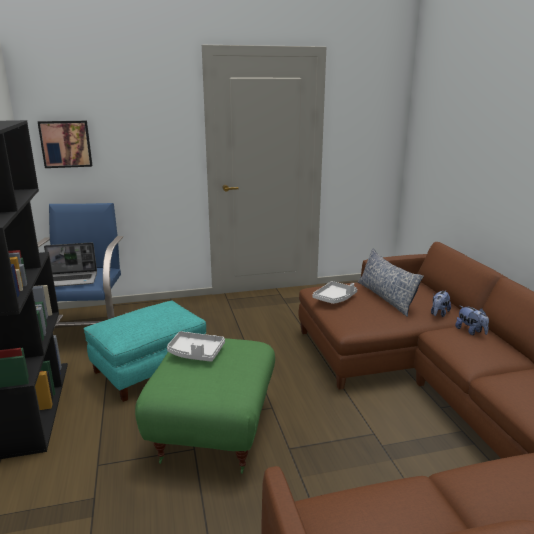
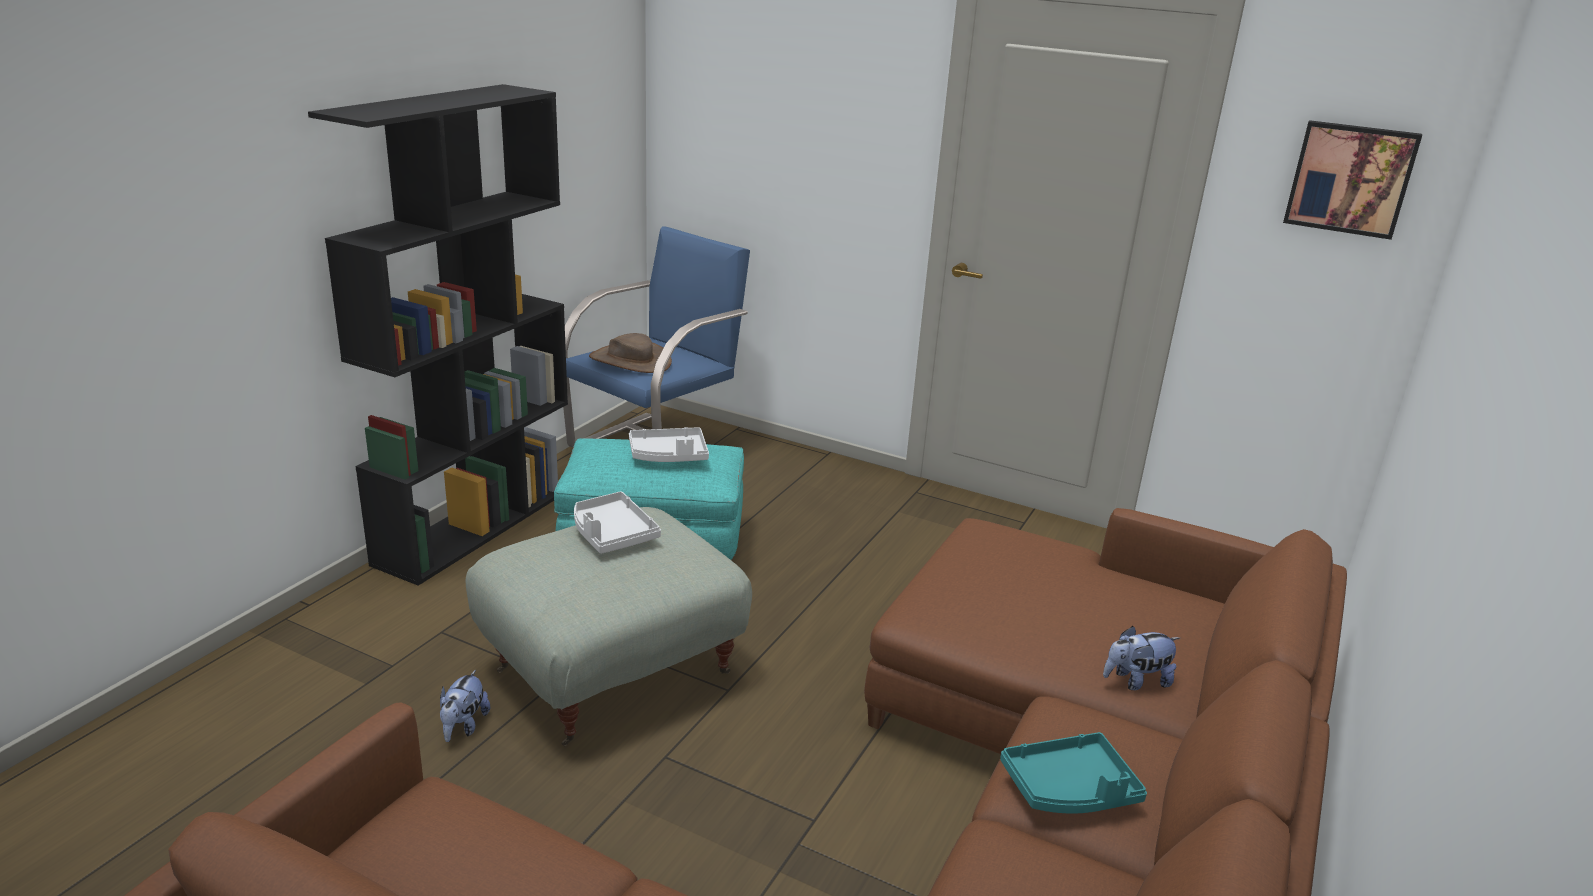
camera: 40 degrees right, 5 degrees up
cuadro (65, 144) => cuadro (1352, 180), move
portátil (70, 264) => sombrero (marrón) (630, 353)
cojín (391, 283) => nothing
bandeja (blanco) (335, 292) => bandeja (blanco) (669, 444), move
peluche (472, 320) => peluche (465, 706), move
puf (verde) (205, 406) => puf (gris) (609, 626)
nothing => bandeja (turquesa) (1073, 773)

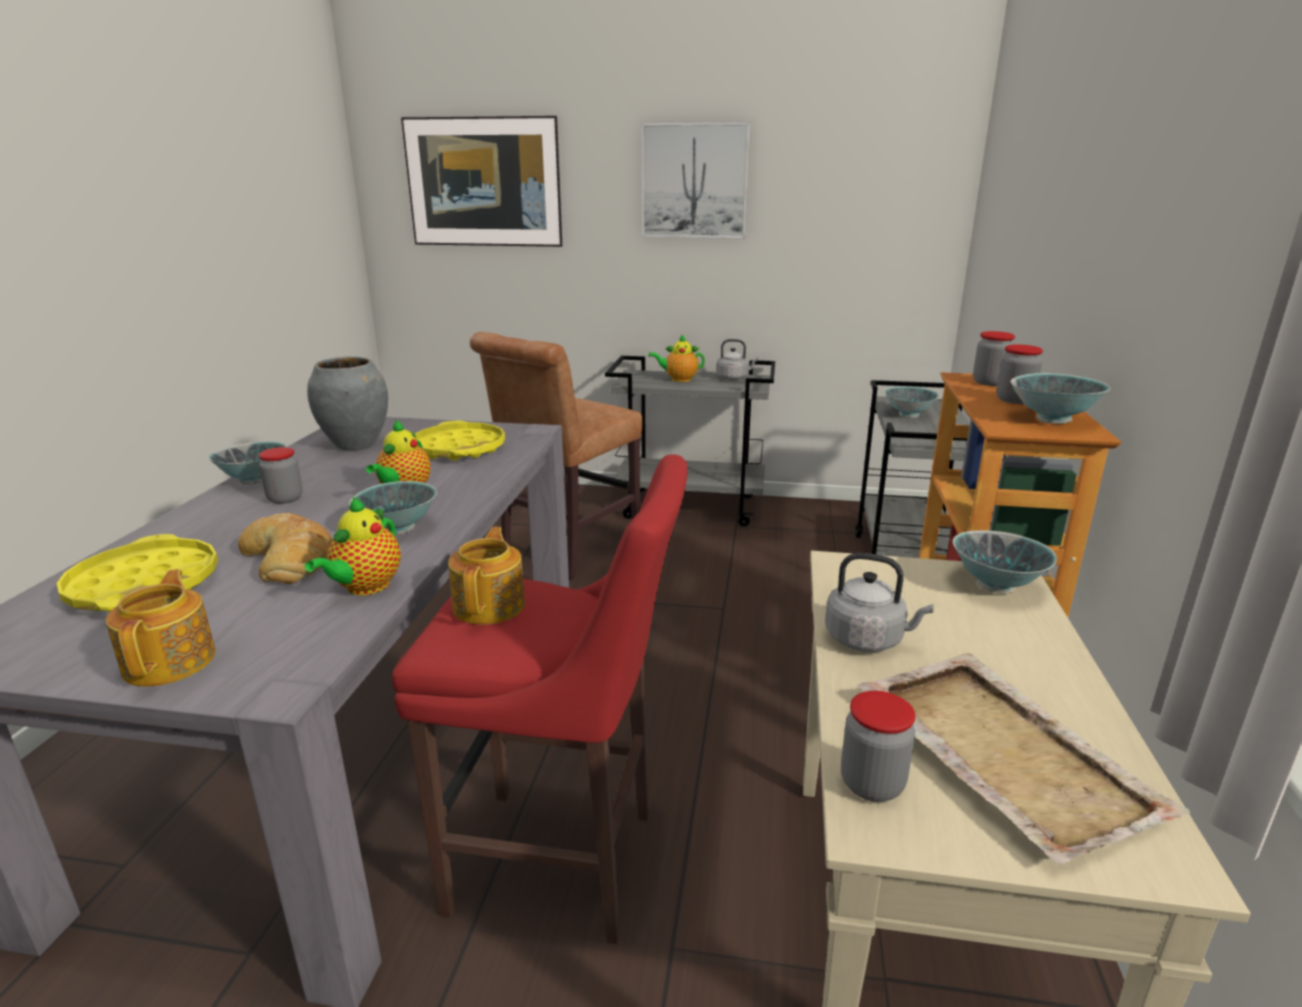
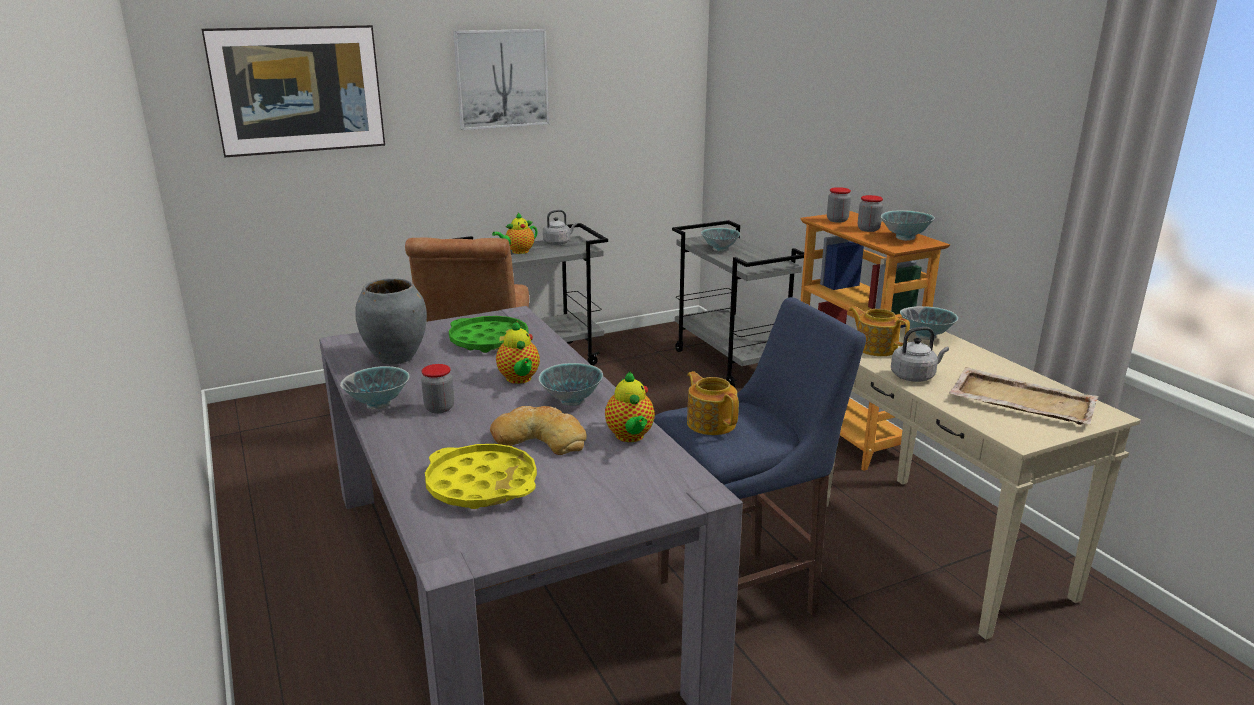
camera: 35 degrees left, 0 degrees up
bandeja (amarillo) (460, 440) => bandeja (verde) (489, 334)
taburete (rojo) (540, 699) => taburete (azul) (760, 456)
tetera (161, 628) => tetera (879, 331), move
tarro (878, 746) => nothing

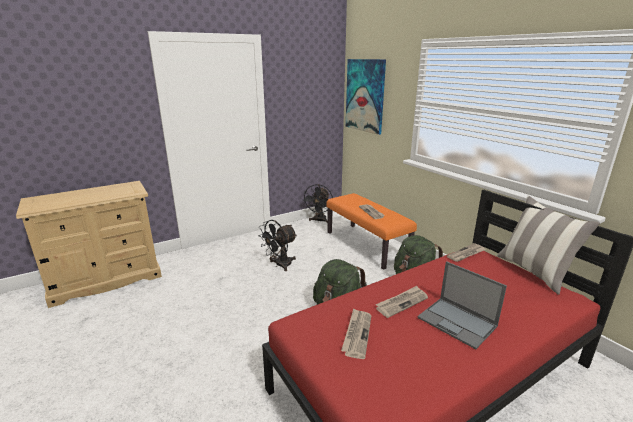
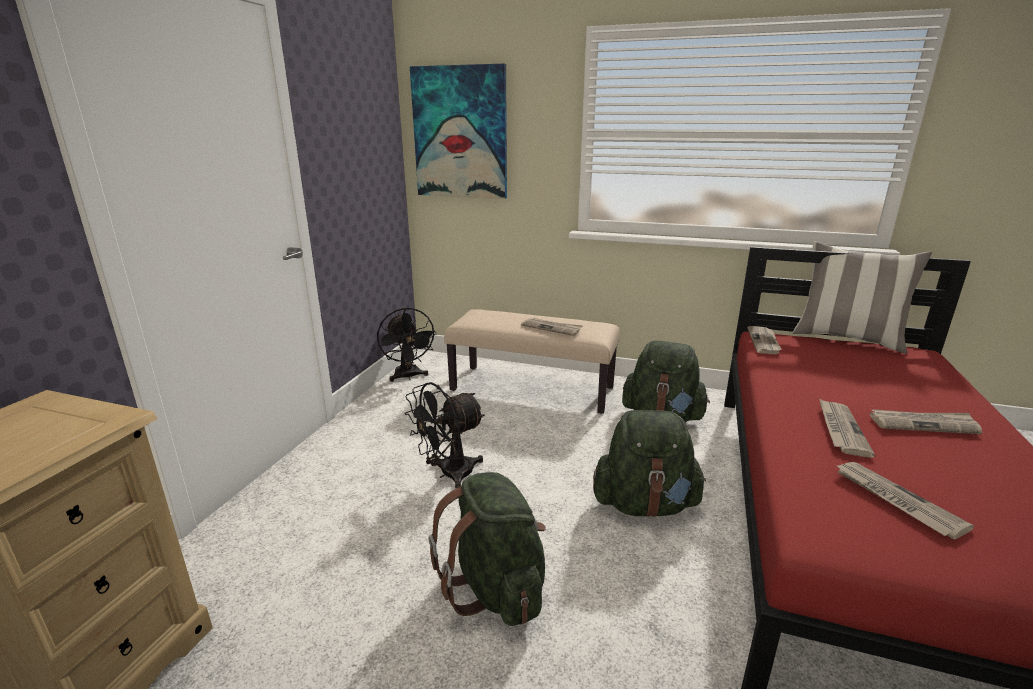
camera: 40 degrees left, 0 degrees up
banco (naranja) (371, 231) => banco (beis) (532, 361)
ventilador (negro) (277, 245) => ventilador (negro) (445, 435), 45 degrees clockwise
portátil (462, 305) => periódico (926, 421)
nothing => mochila (verde) (487, 549)

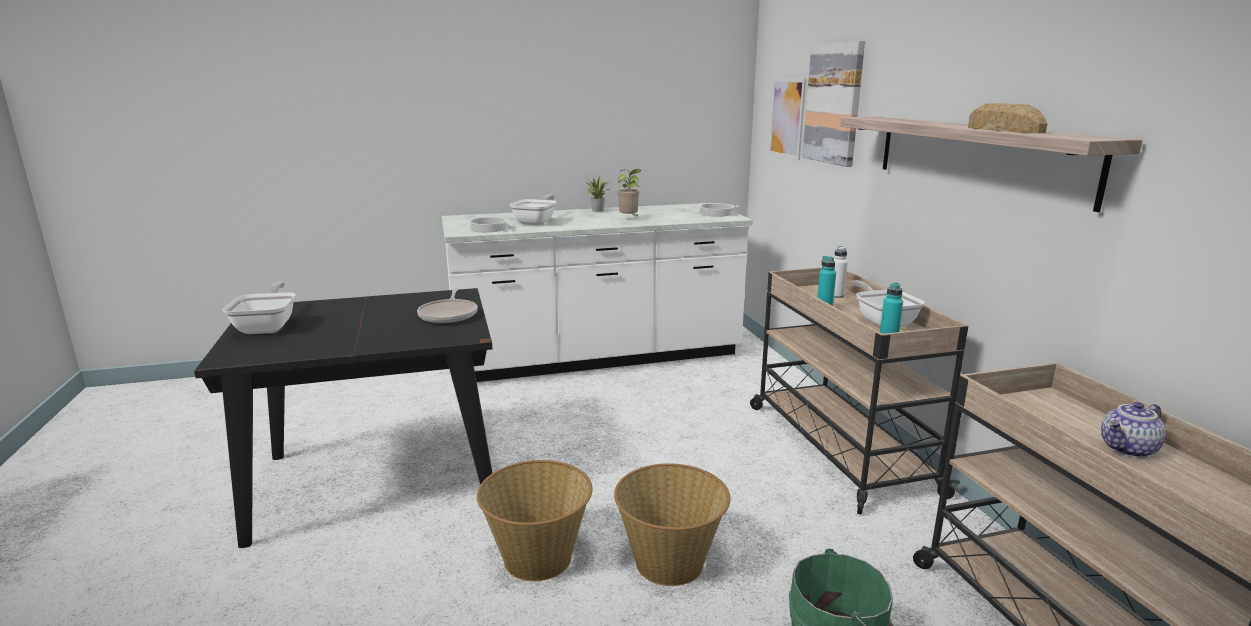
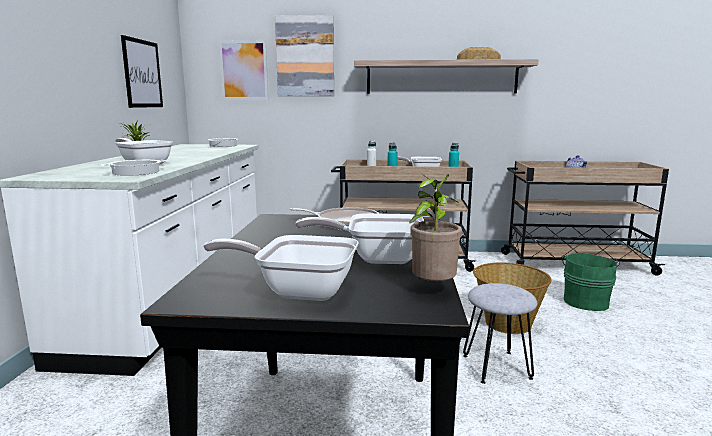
camera: 70 degrees left, 5 degrees down
planta en maceta (629, 192) => planta en maceta (435, 227), move
cesta (535, 520) => taburete (gris) (500, 333)
nothing => cuadro (142, 71)
nothing => sartén (359, 238)

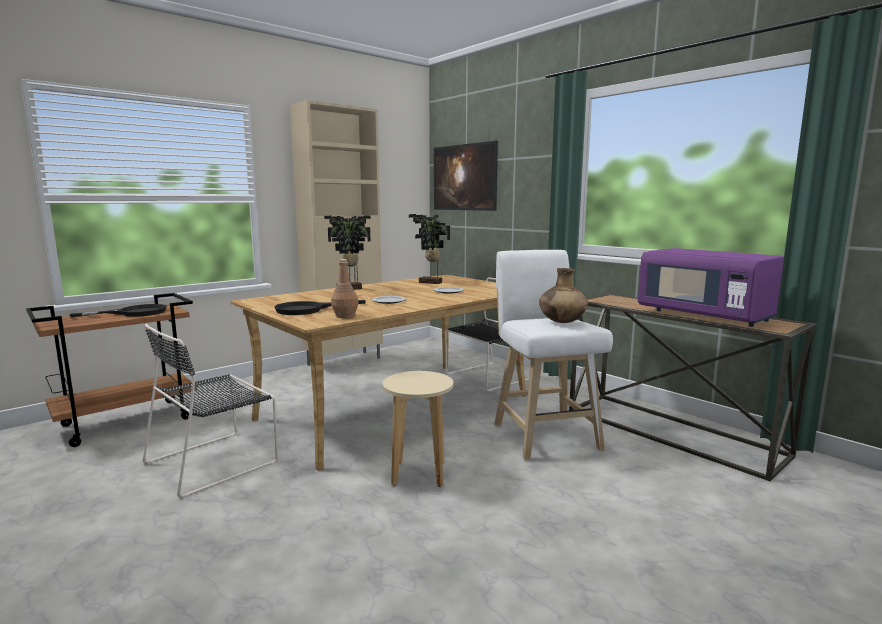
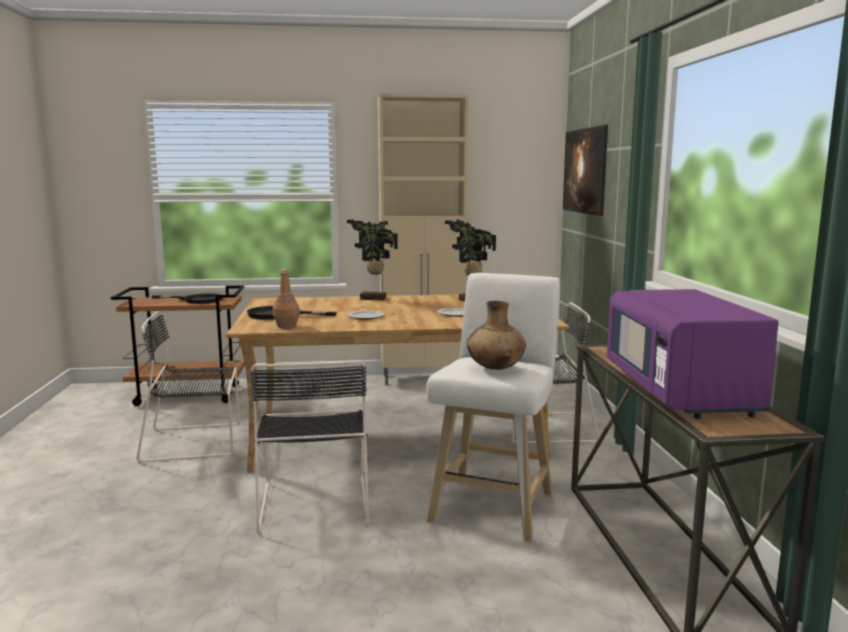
camera: 35 degrees right, 0 degrees up
taburete (beis) (417, 429) => silla (negro) (309, 446)

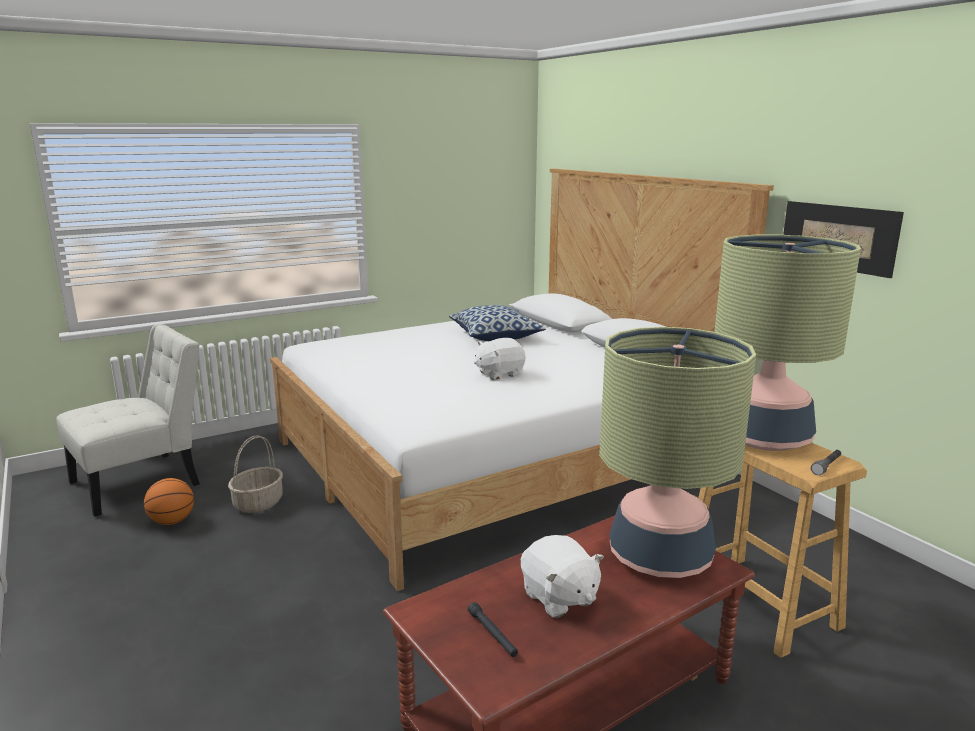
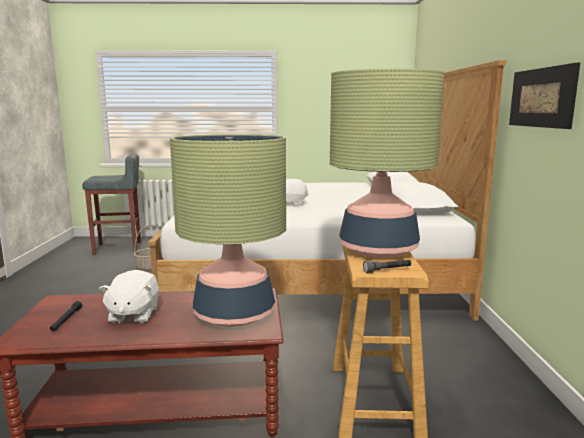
camera: 30 degrees right, 5 degrees down
cojín (497, 323) => nothing
silla (blanco) (128, 420) => taburete (gris) (111, 204)
balón de baloncesto (169, 501) => nothing

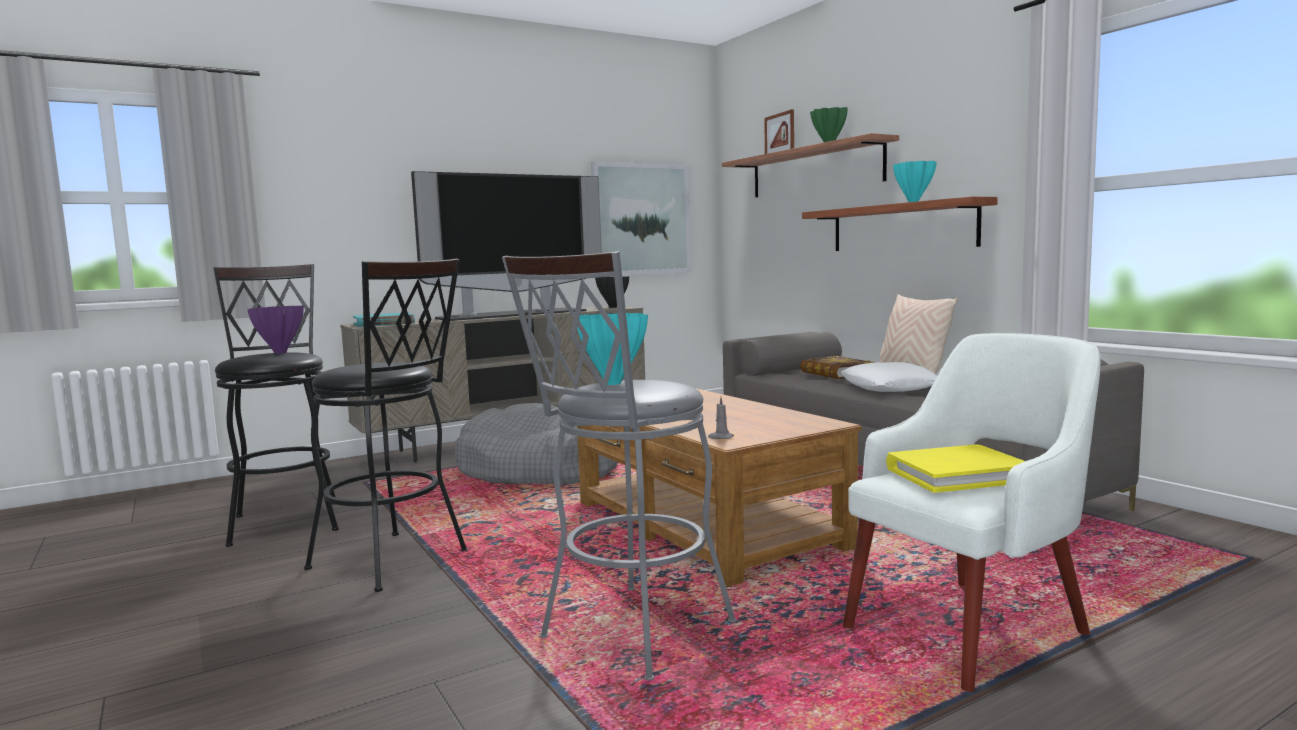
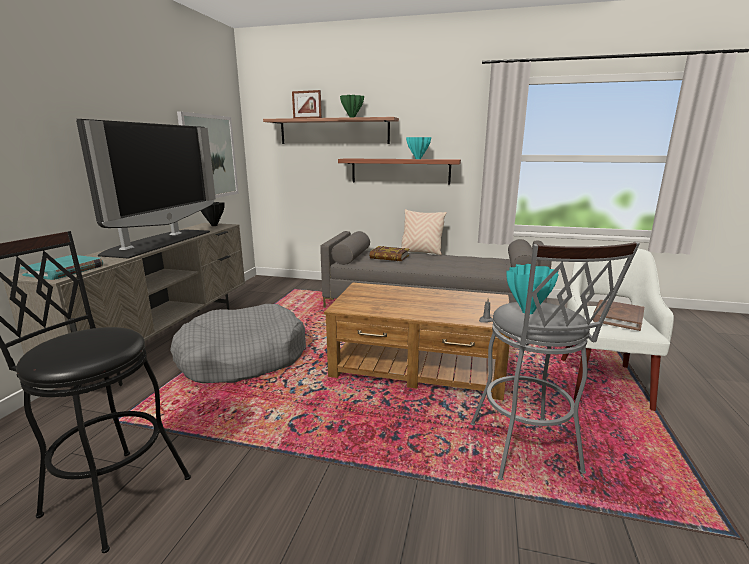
camera: 45 degrees left, 10 degrees up
taburete (negro) (386, 425) => nothing
florero (morado) (275, 330) => nothing
cojín (blanco) (889, 377) => nothing
libro (amarillo) (955, 468) => libro (marrón) (618, 315)

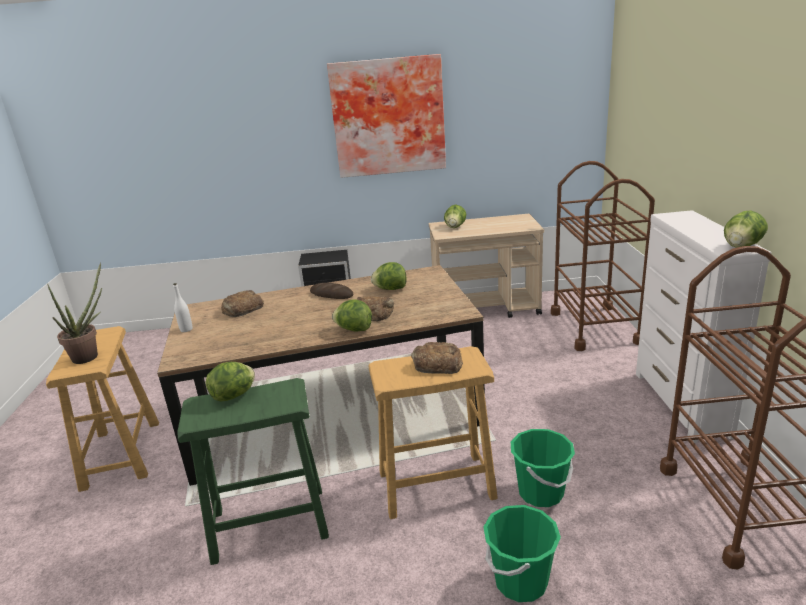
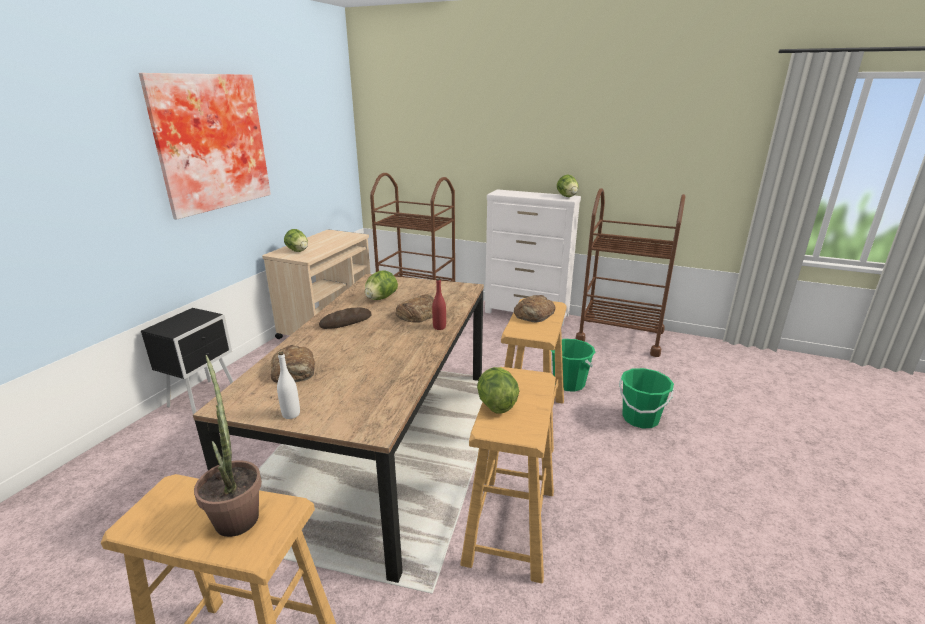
camera: 65 degrees left, 0 degrees up
lechuga (352, 315) => botella (rojo) (439, 304)
taburete (verde) (253, 471) => taburete (beis) (508, 475)

